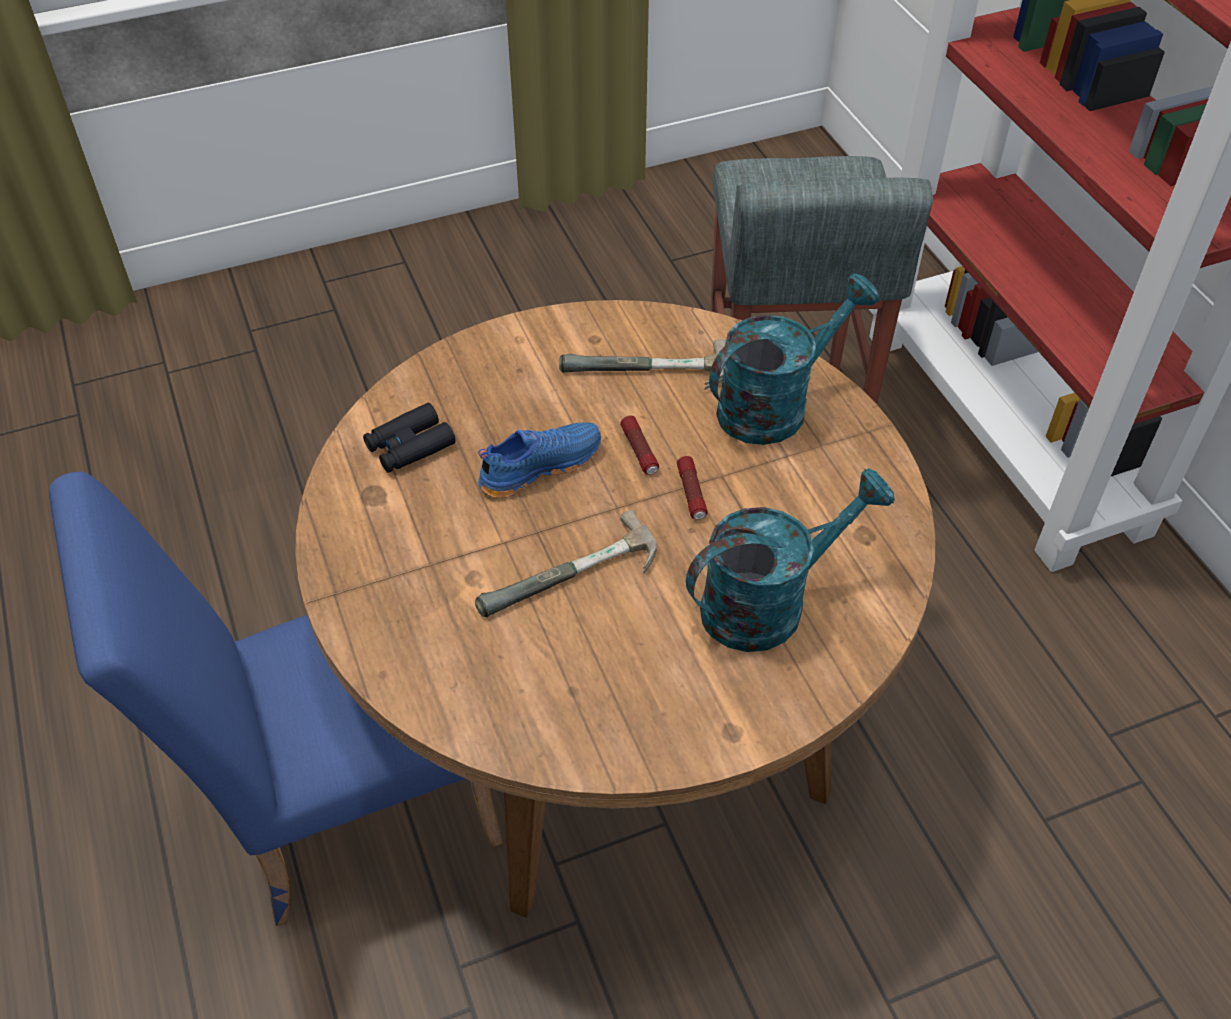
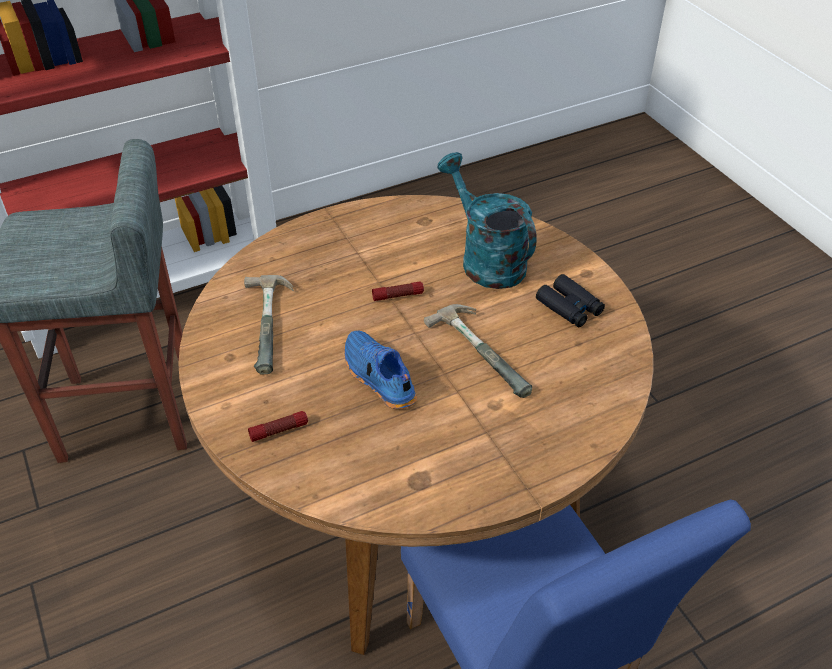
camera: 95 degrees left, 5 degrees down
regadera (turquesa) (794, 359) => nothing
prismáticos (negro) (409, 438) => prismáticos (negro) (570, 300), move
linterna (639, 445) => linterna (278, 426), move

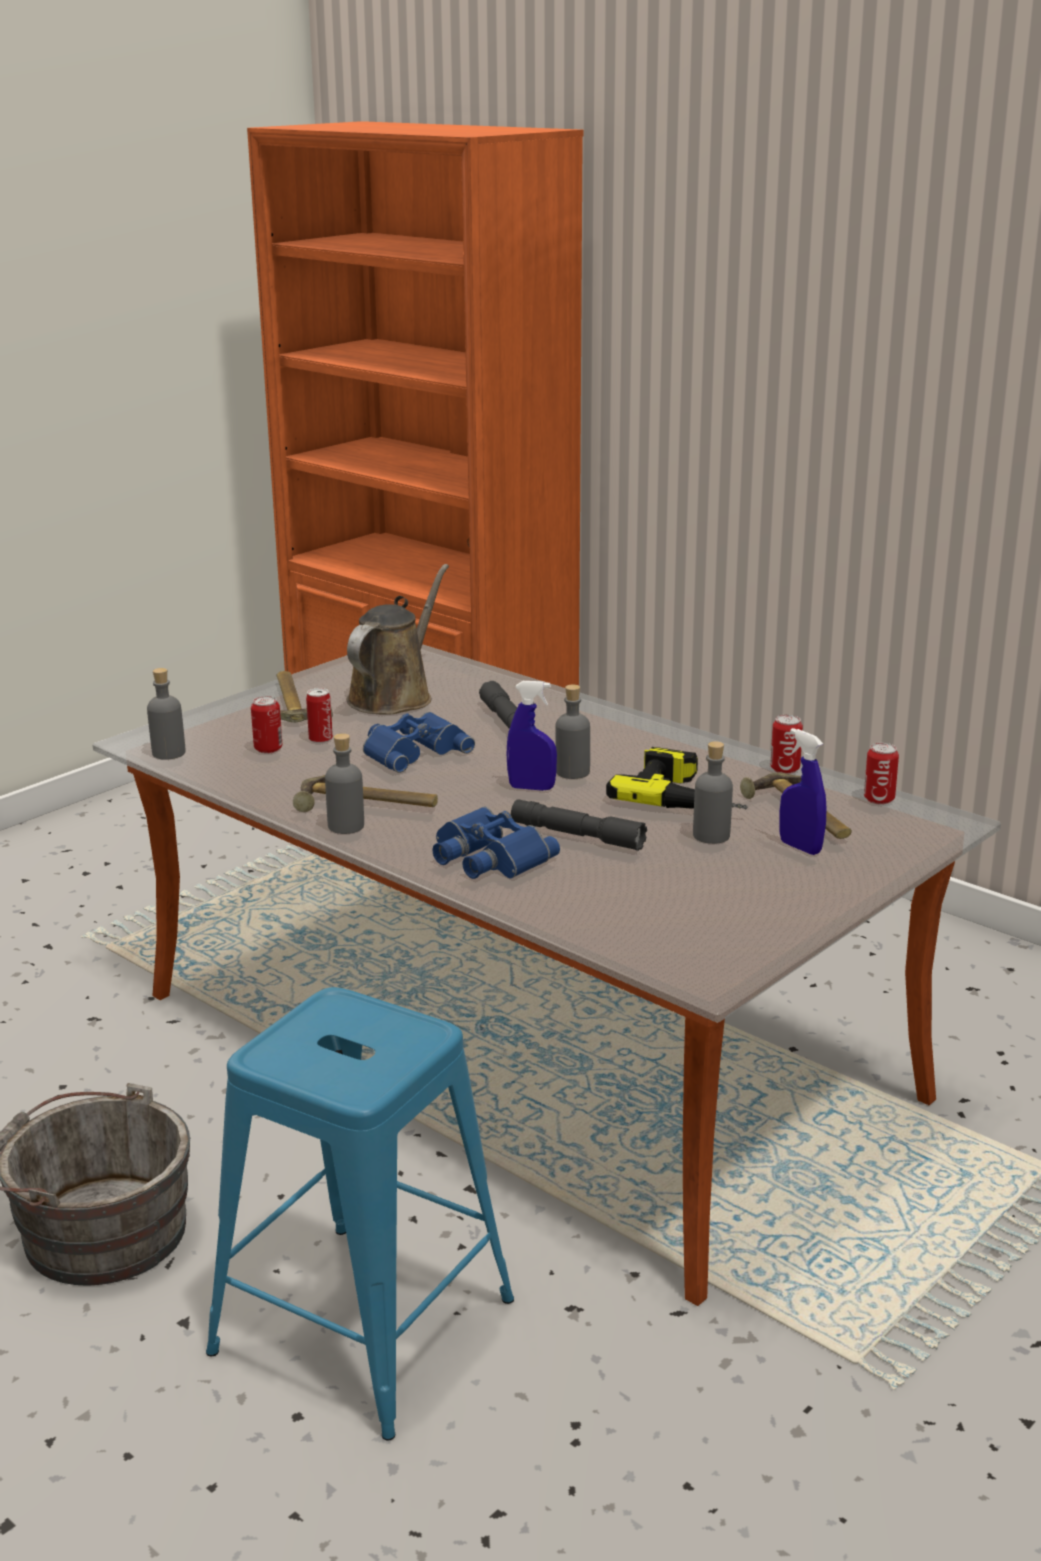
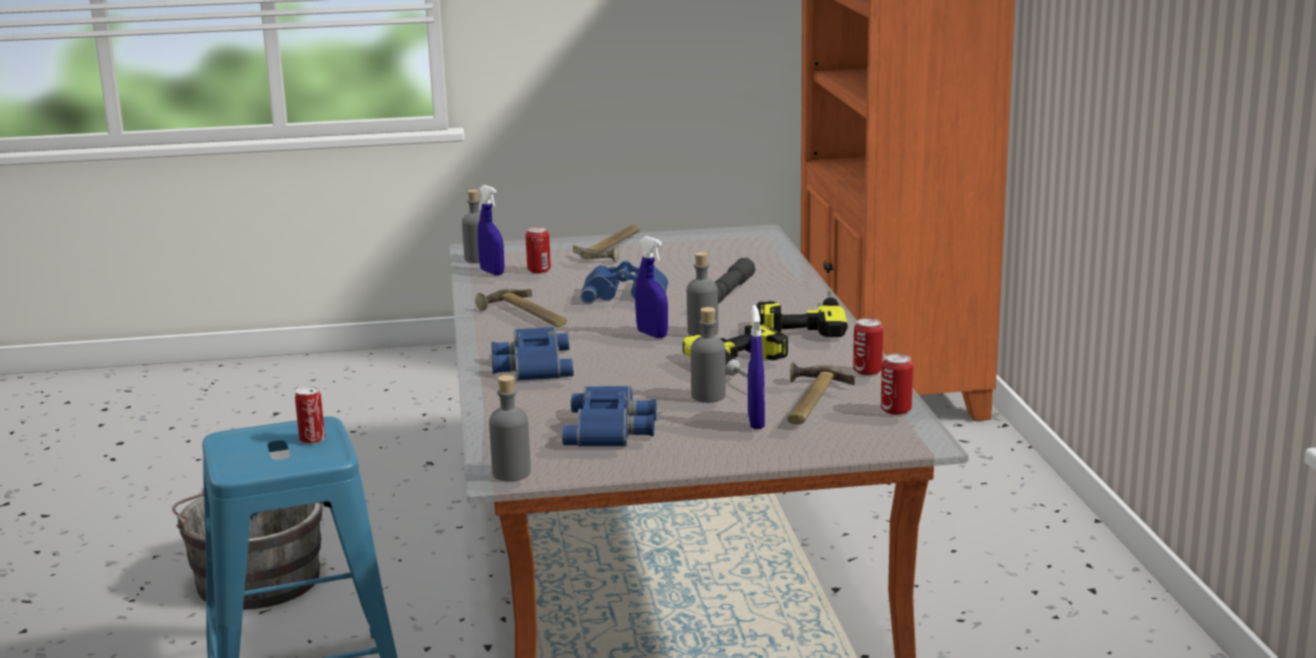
camera: 40 degrees right, 5 degrees down
regadera (marrón) (397, 639) => nothing
lata (319, 715) => lata (310, 415), move
botella (gris) (344, 783) => botella (gris) (510, 428), move
linterna (gris) (579, 825) => nothing
nothing => pulverizador (azul) (491, 230)
nothing => taladro (802, 314)
nothing => prismáticos (azul) (609, 416)

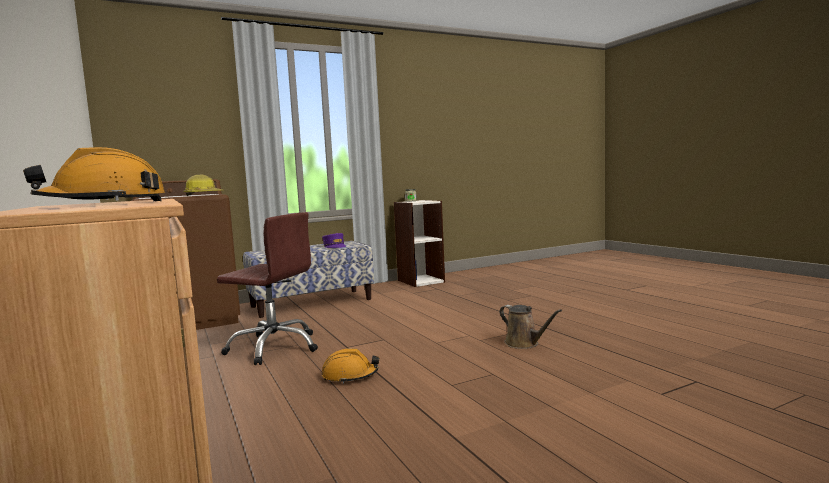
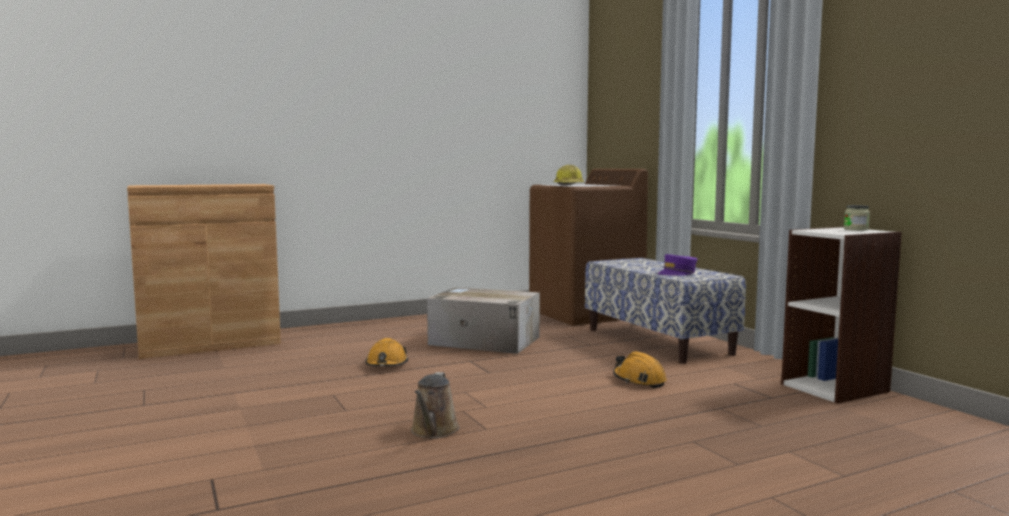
camera: 90 degrees right, 0 degrees up
casco (naranja) (94, 174) => casco (naranja) (640, 369), move
silla de oficina (marrón) (267, 288) => caja de cartón (483, 320)
regadera (marrón) (531, 327) => regadera (marrón) (435, 405), 45 degrees counterclockwise

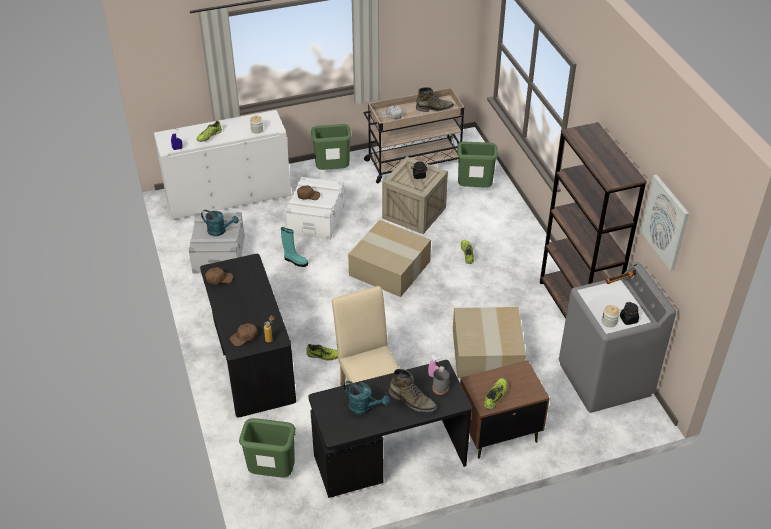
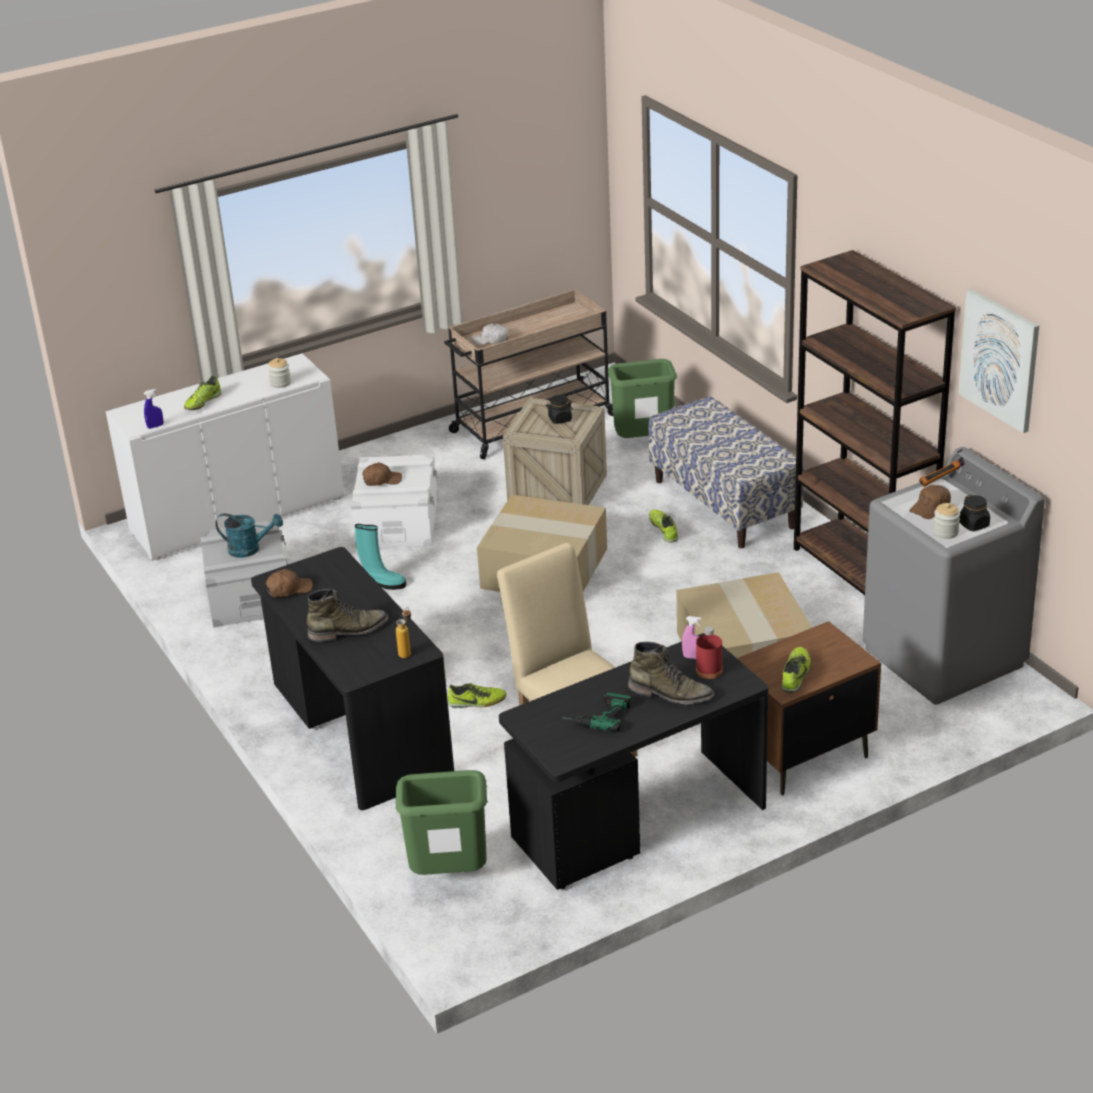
camera: 10 degrees left, 10 degrees down
bota (verde) (435, 99) => bota (verde) (347, 615), move
papelera (verde) (331, 147) => nothing
gorra (marrón) (244, 334) => gorra (marrón) (930, 502), move
botella (gris) (440, 380) => botella (rojo) (709, 653)
regadera (turquesa) (366, 398) => taladro (596, 712)
nothing => banco (726, 472)

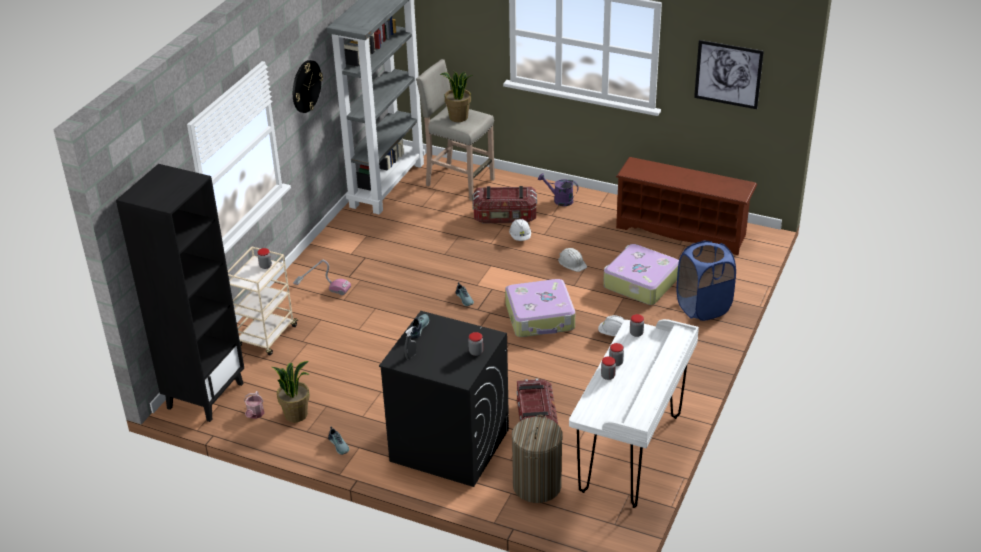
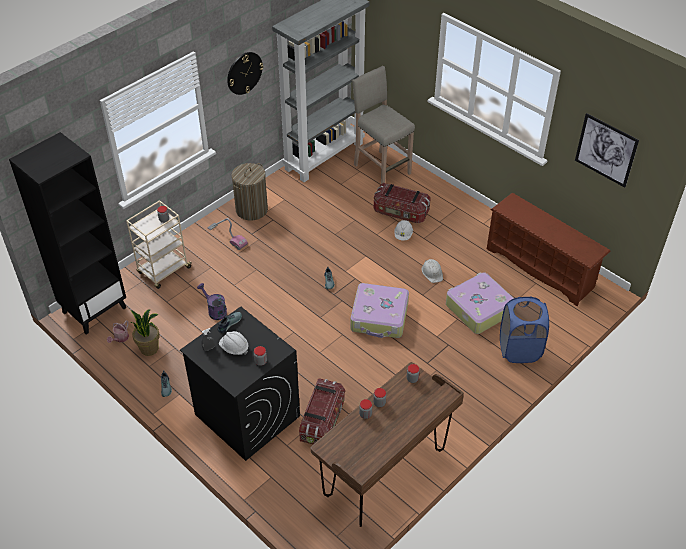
camera: 20 degrees right, 10 degrees up
planta en maceta (456, 97) => nothing
regadera (morado) (558, 189) => regadera (morado) (212, 301), move
casco (blanco) (611, 325) => casco (blanco) (233, 343), move
escritorio (blanco) (634, 413) => escritorio (marrón) (387, 444)
cesto de la ropa (537, 459) => cesto de la ropa (250, 192), move

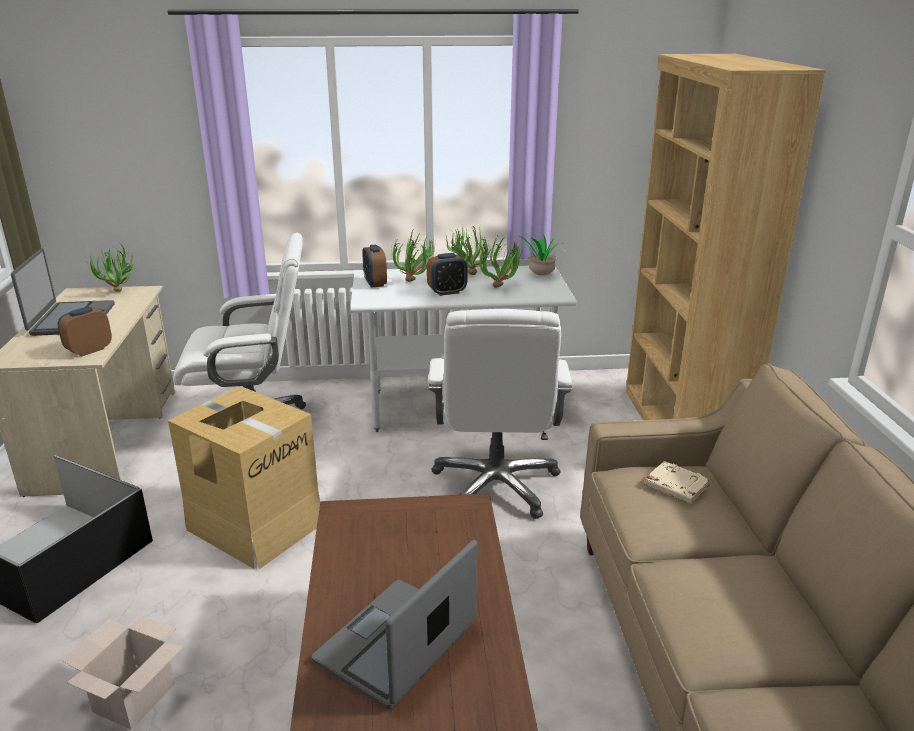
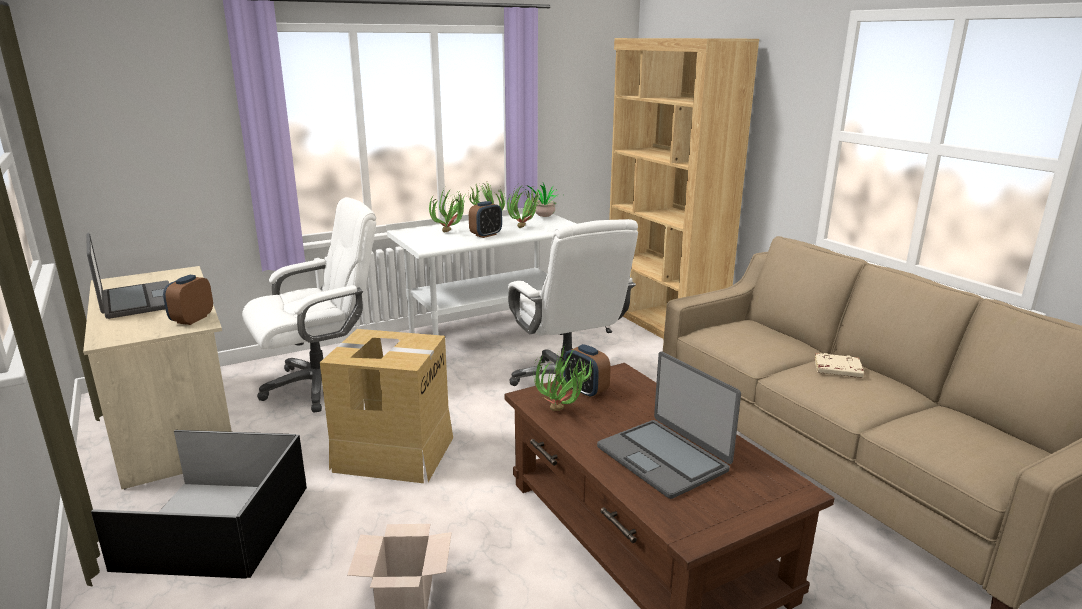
camera: 25 degrees left, 5 degrees down
planta en maceta (111, 267) => planta en maceta (564, 378), move
despertador (374, 266) => despertador (587, 371), move
libro (beis) (677, 482) => libro (beis) (839, 365), move
portátil (394, 624) => portátil (669, 425), 45 degrees counterclockwise

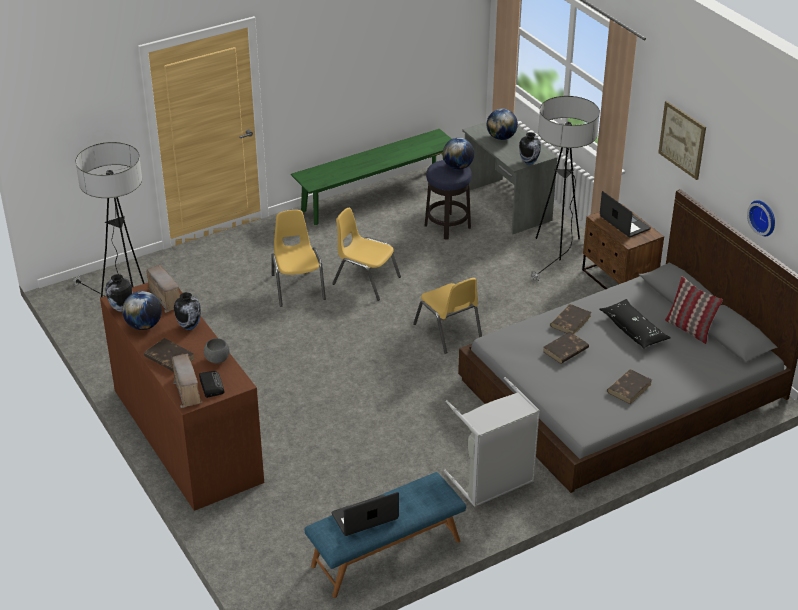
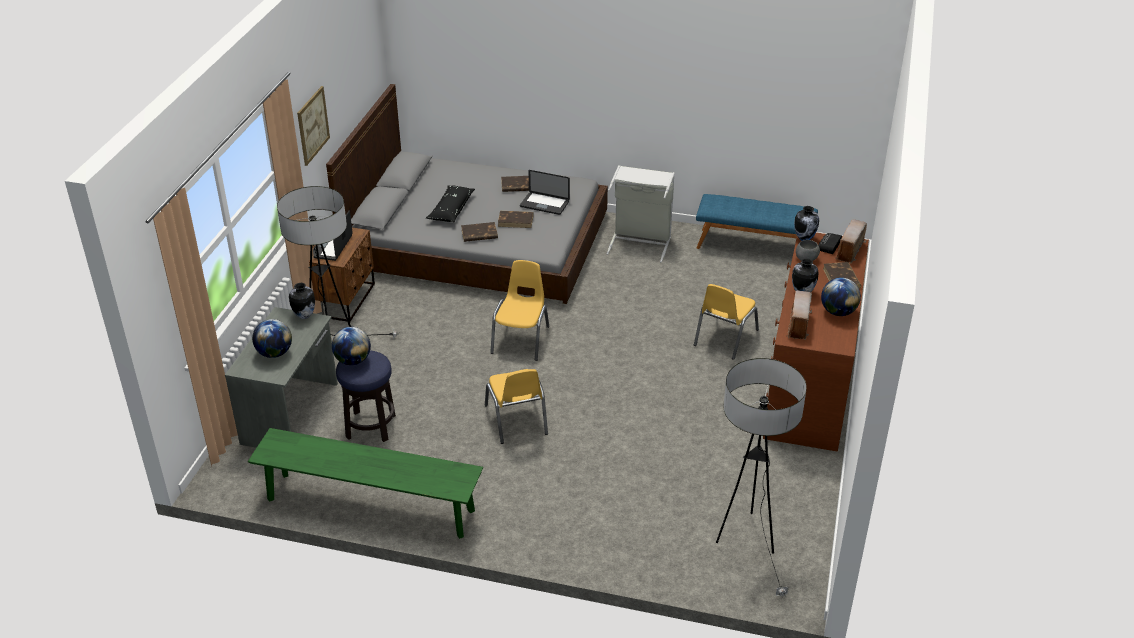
camera: 135 degrees left, 0 degrees up
reloj de pared (761, 218) => nothing
silla (amarillo) (298, 258) => silla (amarillo) (726, 322), move
florero (119, 293) => florero (806, 223), move
cojín (694, 310) => nothing
portátil (365, 514) => portátil (545, 192), move

